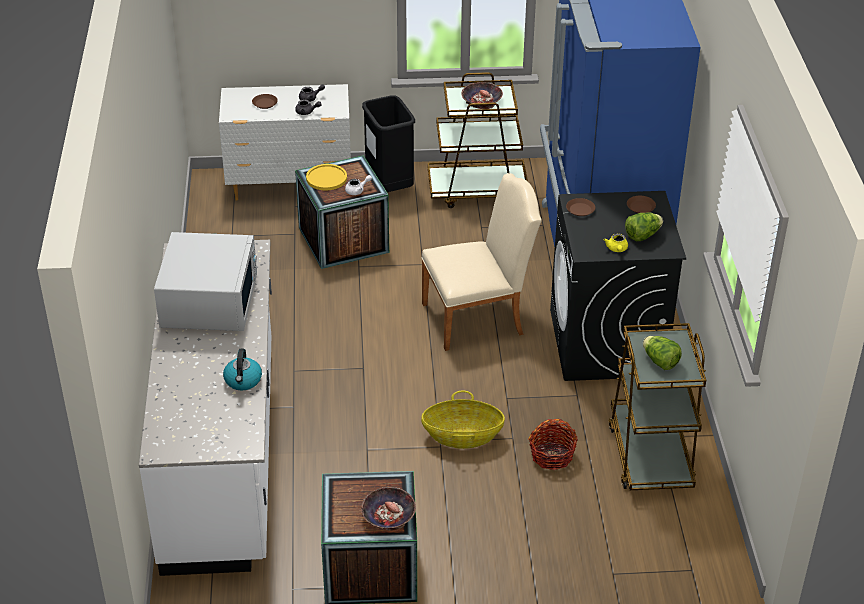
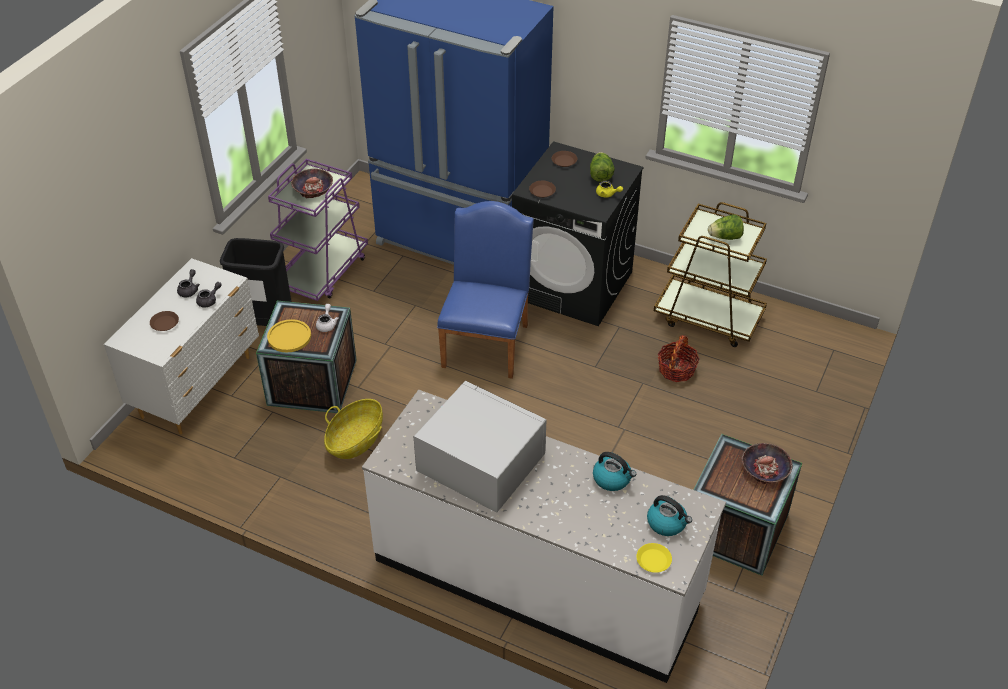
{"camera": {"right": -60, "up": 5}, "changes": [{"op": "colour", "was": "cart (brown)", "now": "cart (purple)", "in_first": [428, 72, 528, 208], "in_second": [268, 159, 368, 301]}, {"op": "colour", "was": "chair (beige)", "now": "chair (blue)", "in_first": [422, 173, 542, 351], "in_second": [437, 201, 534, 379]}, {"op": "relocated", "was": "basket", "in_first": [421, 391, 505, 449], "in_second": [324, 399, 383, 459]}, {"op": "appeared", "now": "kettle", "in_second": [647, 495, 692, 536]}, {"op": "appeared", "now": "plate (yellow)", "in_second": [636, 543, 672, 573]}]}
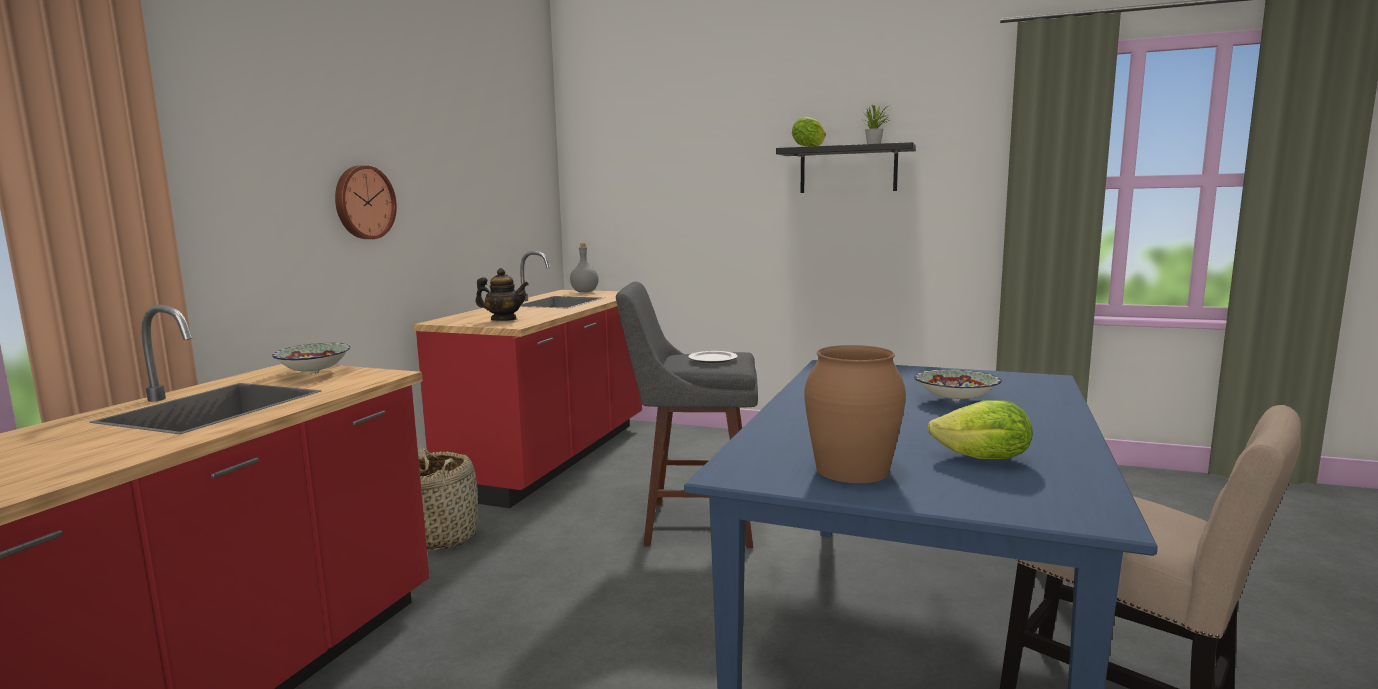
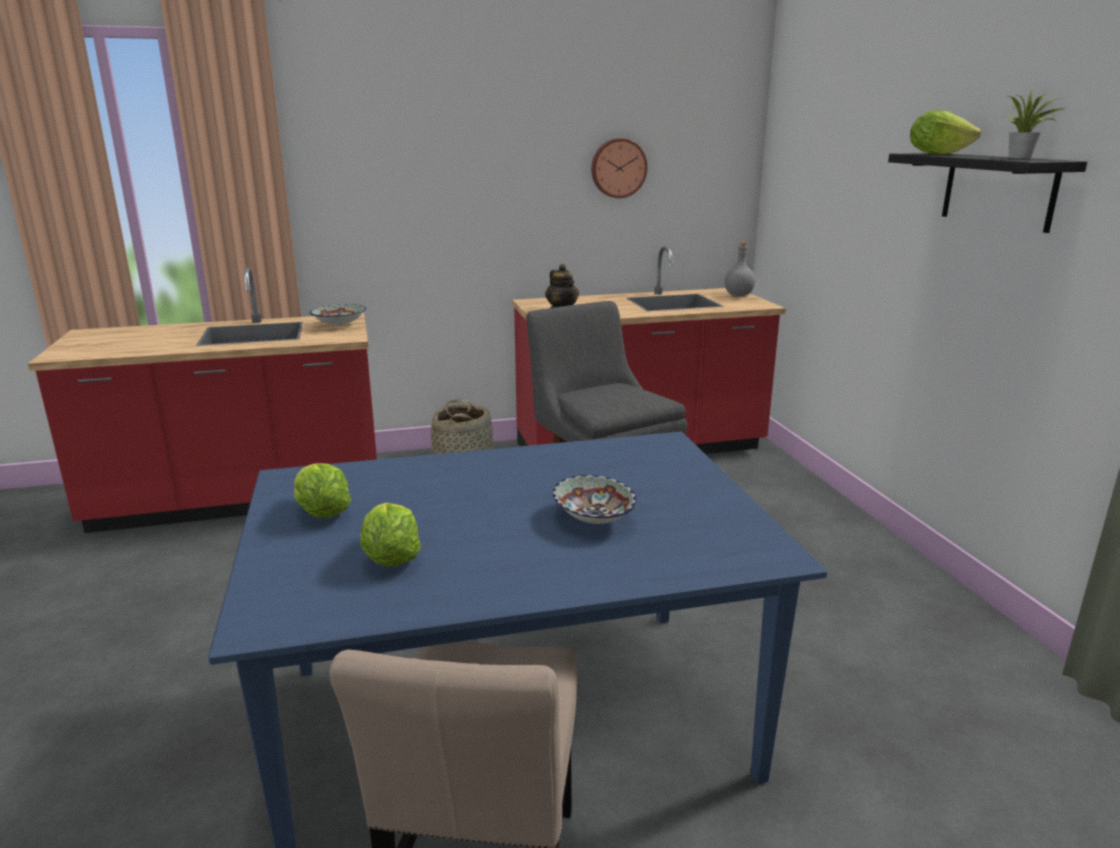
{"camera": {"right": 55, "up": 10}, "changes": [{"op": "relocated", "was": "wall clock", "in_first": [335, 165, 397, 239], "in_second": [591, 138, 647, 198]}, {"op": "exchanged", "was": "vase (brown)", "now": "lettuce", "in_first": [804, 345, 906, 483], "in_second": [294, 463, 351, 519]}, {"op": "missing", "was": "plate", "in_first": [688, 351, 738, 363]}]}
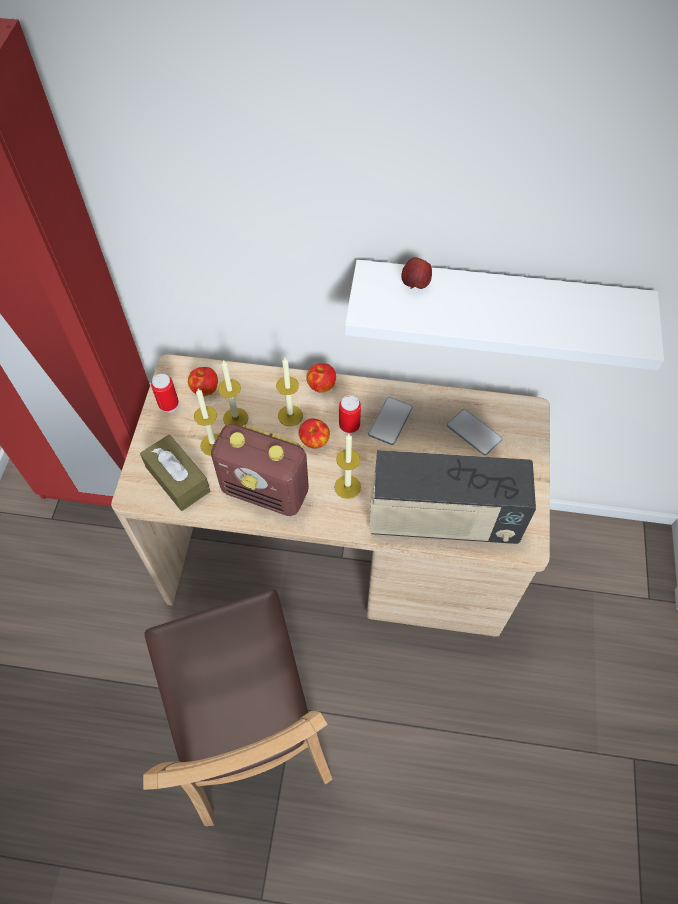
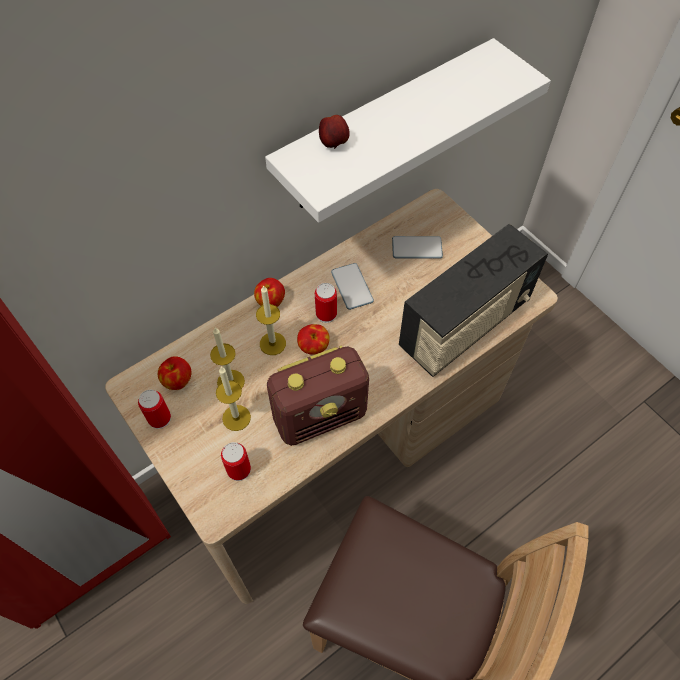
{"camera": {"right": -45, "up": 0}, "changes": [{"op": "missing", "was": "candle", "in_first": [334, 434, 361, 499]}, {"op": "exchanged", "was": "tissue box (brown)", "now": "can", "in_first": [140, 435, 210, 511], "in_second": [221, 442, 251, 481]}]}
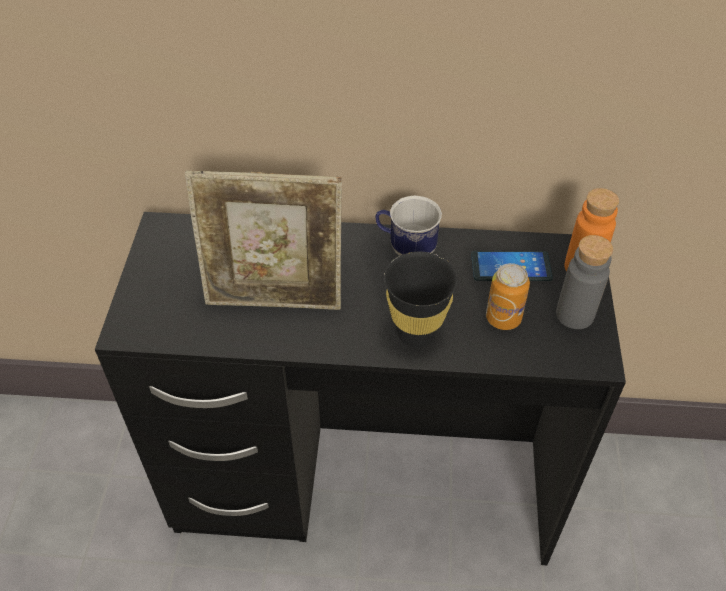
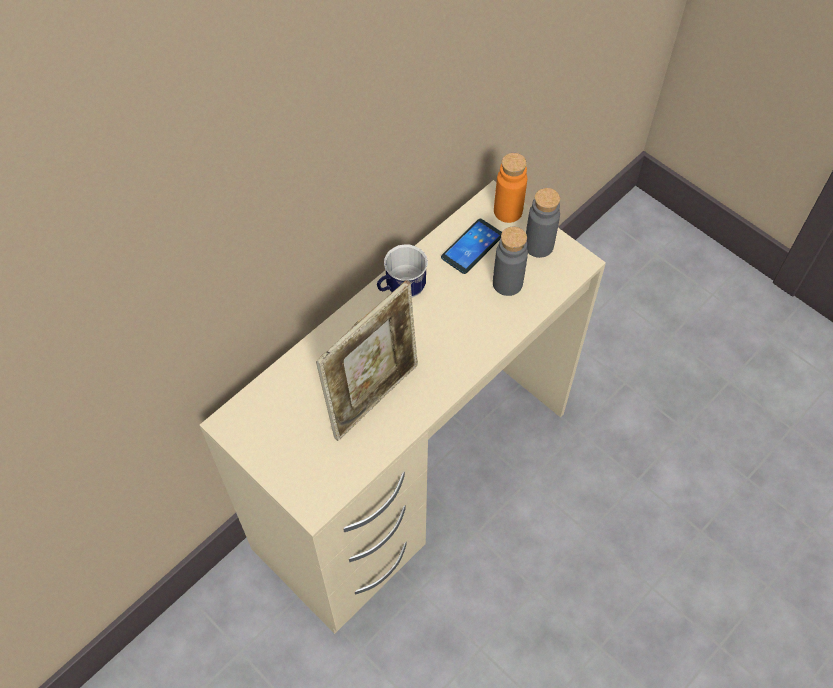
{"camera": {"right": -50, "up": 10}, "changes": [{"op": "colour", "was": "desk (black)", "now": "desk (beige)", "in_first": [95, 212, 626, 565], "in_second": [200, 180, 606, 634]}, {"op": "missing", "was": "cup (black)", "in_first": [384, 251, 458, 347]}, {"op": "exchanged", "was": "can", "now": "bottle (grey)", "in_first": [486, 263, 530, 330], "in_second": [493, 227, 528, 296]}]}
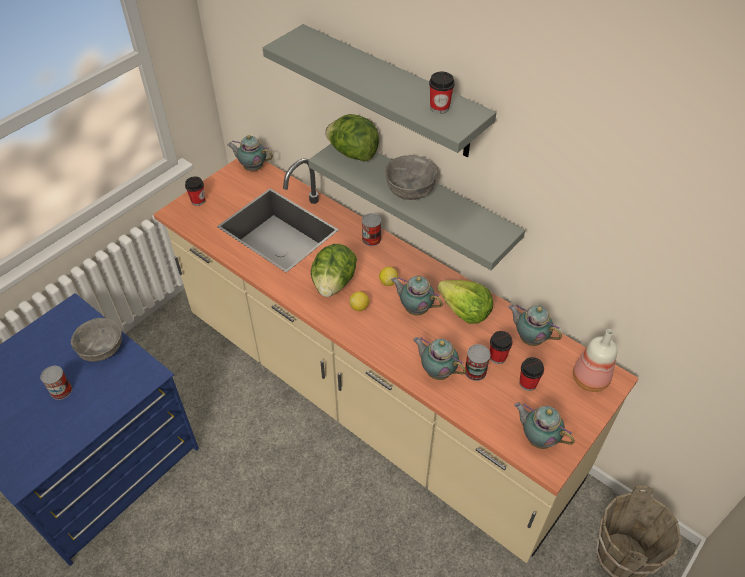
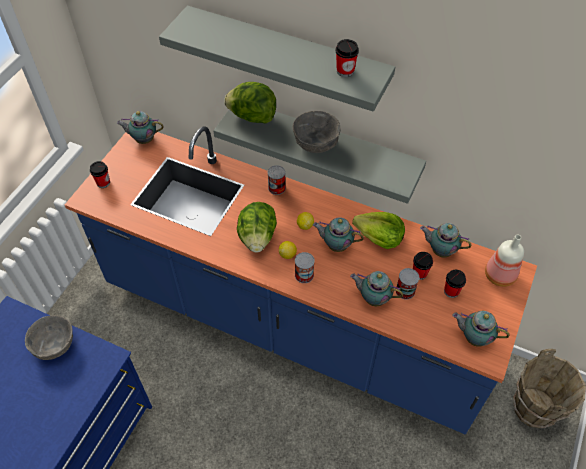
{"camera": {"right": -15, "up": 5}, "changes": [{"op": "colour", "was": "counter (beige)", "now": "counter (blue)", "in_first": [153, 158, 639, 563], "in_second": [65, 126, 537, 434]}, {"op": "relocated", "was": "can", "in_first": [40, 366, 72, 400], "in_second": [295, 252, 315, 283]}]}
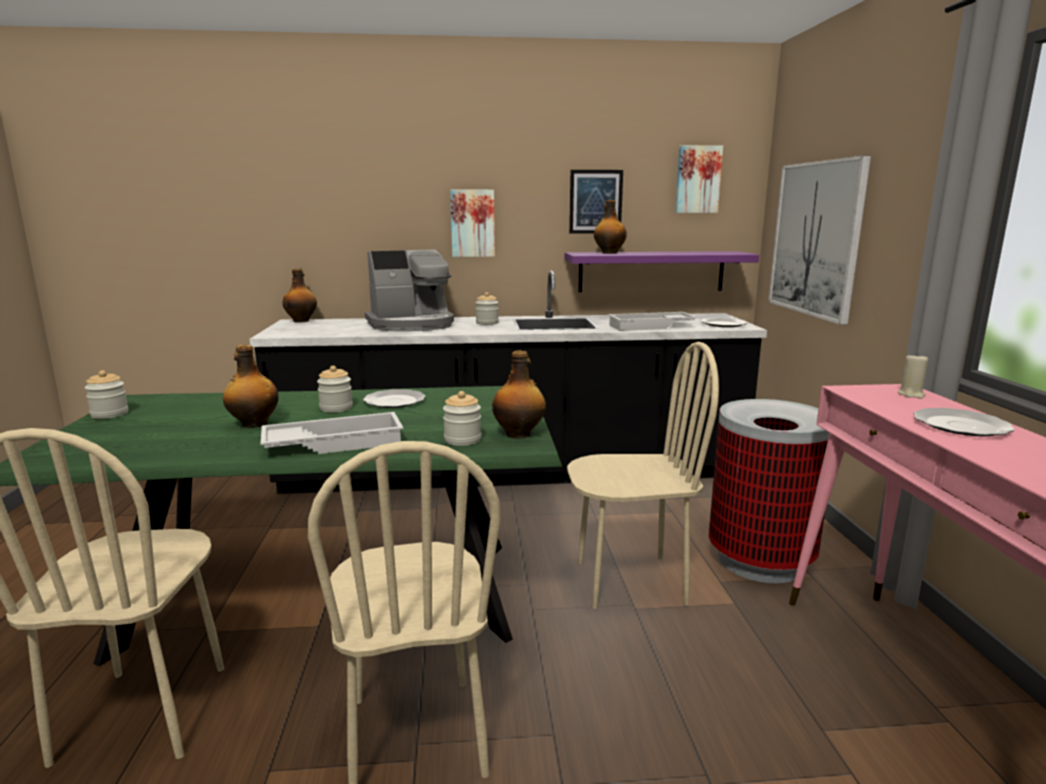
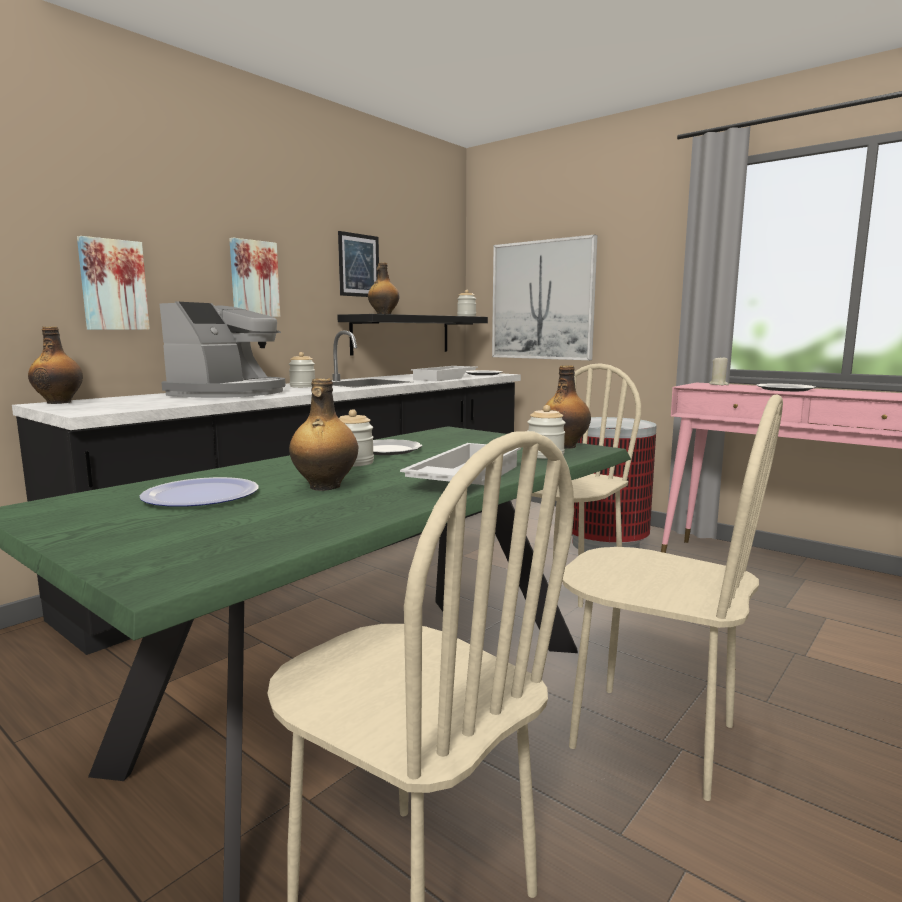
{"camera": {"right": -45, "up": -5}, "changes": [{"op": "relocated", "was": "picture", "in_first": [675, 145, 723, 213], "in_second": [77, 236, 150, 330]}, {"op": "colour", "was": "shelf (purple)", "now": "shelf (black)", "in_first": [565, 251, 759, 292], "in_second": [337, 314, 488, 355]}, {"op": "relocated", "was": "jar", "in_first": [85, 370, 128, 419], "in_second": [457, 290, 476, 316]}, {"op": "appeared", "now": "plate", "in_second": [139, 477, 259, 507]}]}
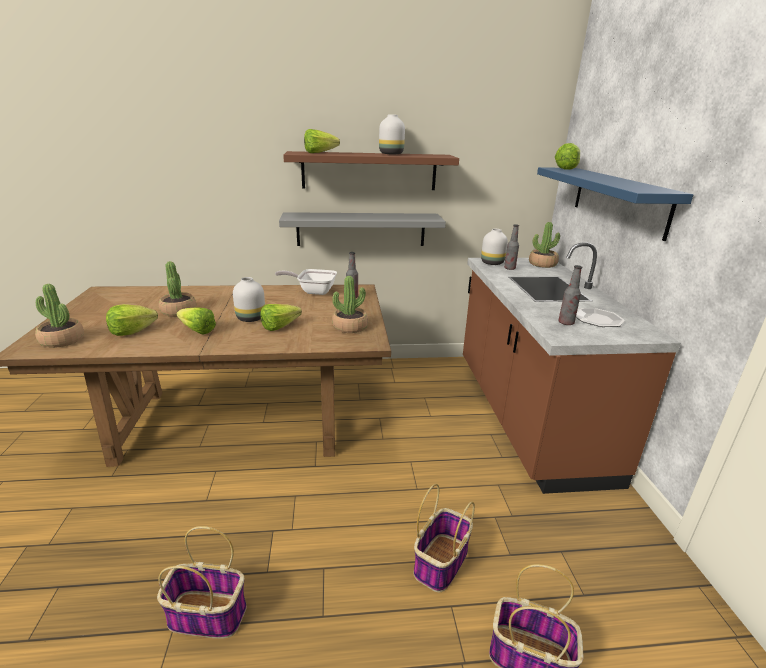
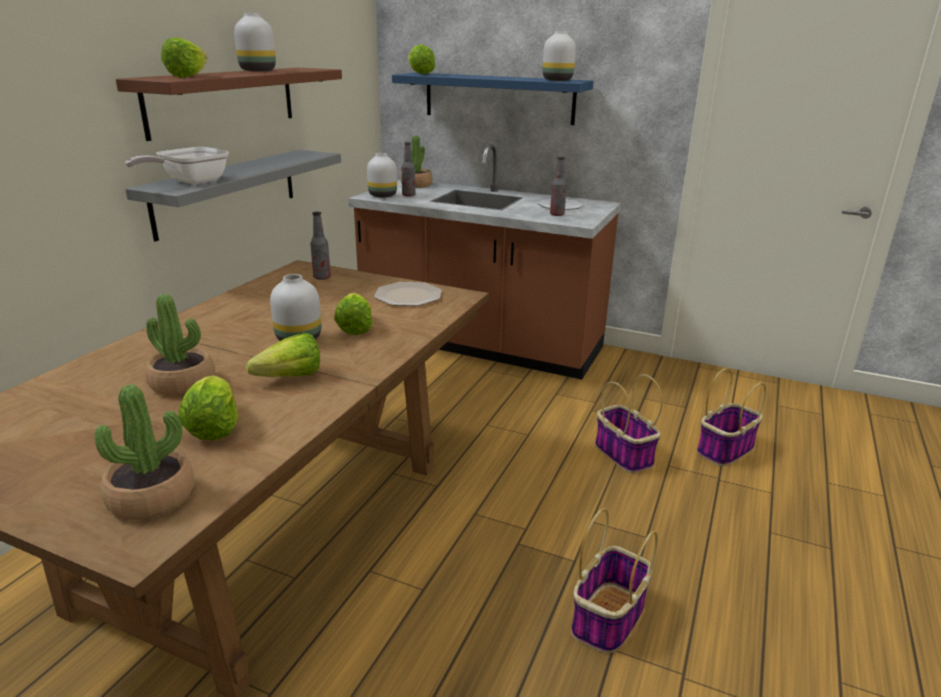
{"camera": {"right": -60, "up": 0}, "changes": [{"op": "relocated", "was": "frying pan", "in_first": [275, 269, 337, 295], "in_second": [125, 147, 229, 184]}, {"op": "exchanged", "was": "potted plant", "now": "plate", "in_first": [332, 276, 368, 333], "in_second": [374, 282, 442, 306]}, {"op": "appeared", "now": "vase (white)", "in_second": [543, 31, 576, 81]}]}
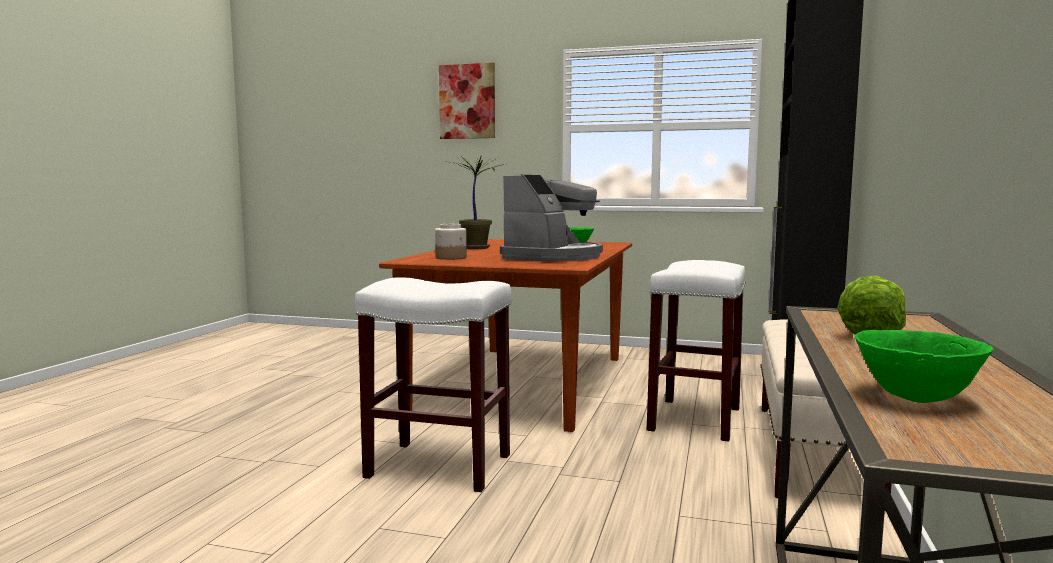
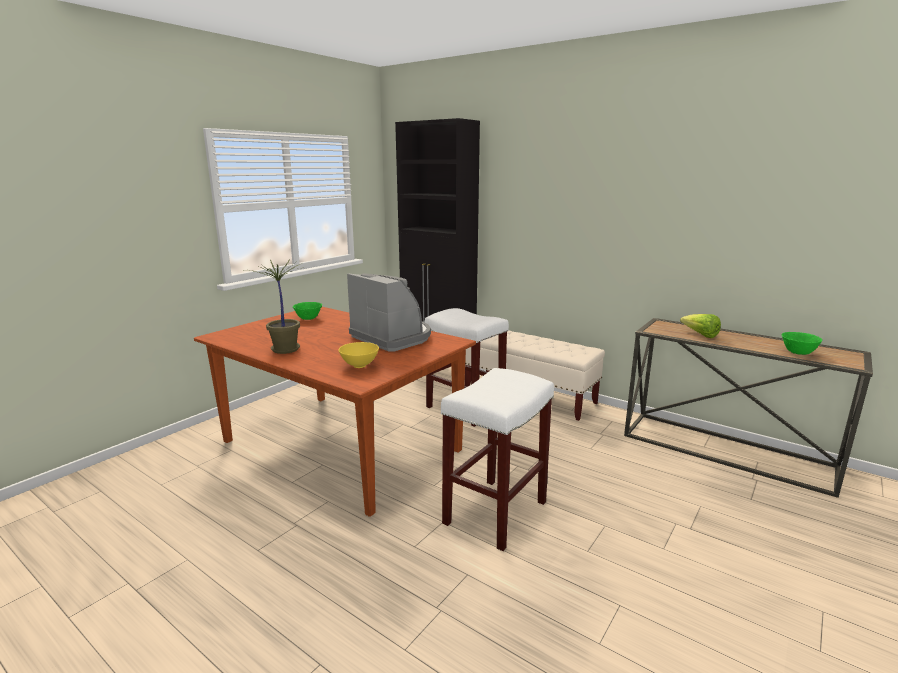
{"camera": {"right": -70, "up": 10}, "changes": [{"op": "missing", "was": "picture", "in_first": [439, 63, 495, 139]}, {"op": "exchanged", "was": "jar", "now": "bowl (yellow)", "in_first": [435, 224, 467, 260], "in_second": [338, 342, 379, 368]}]}
